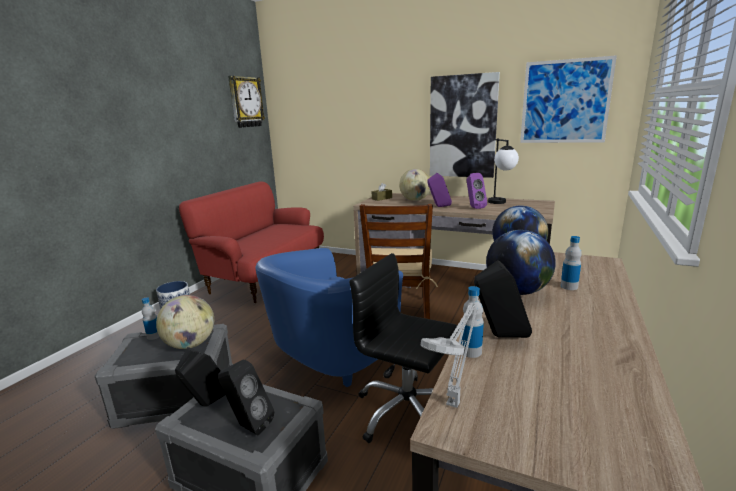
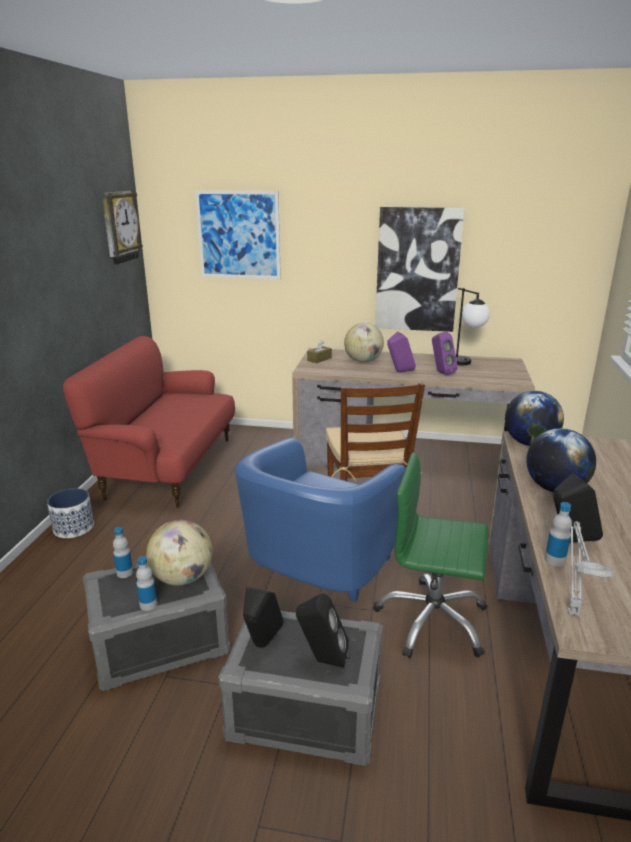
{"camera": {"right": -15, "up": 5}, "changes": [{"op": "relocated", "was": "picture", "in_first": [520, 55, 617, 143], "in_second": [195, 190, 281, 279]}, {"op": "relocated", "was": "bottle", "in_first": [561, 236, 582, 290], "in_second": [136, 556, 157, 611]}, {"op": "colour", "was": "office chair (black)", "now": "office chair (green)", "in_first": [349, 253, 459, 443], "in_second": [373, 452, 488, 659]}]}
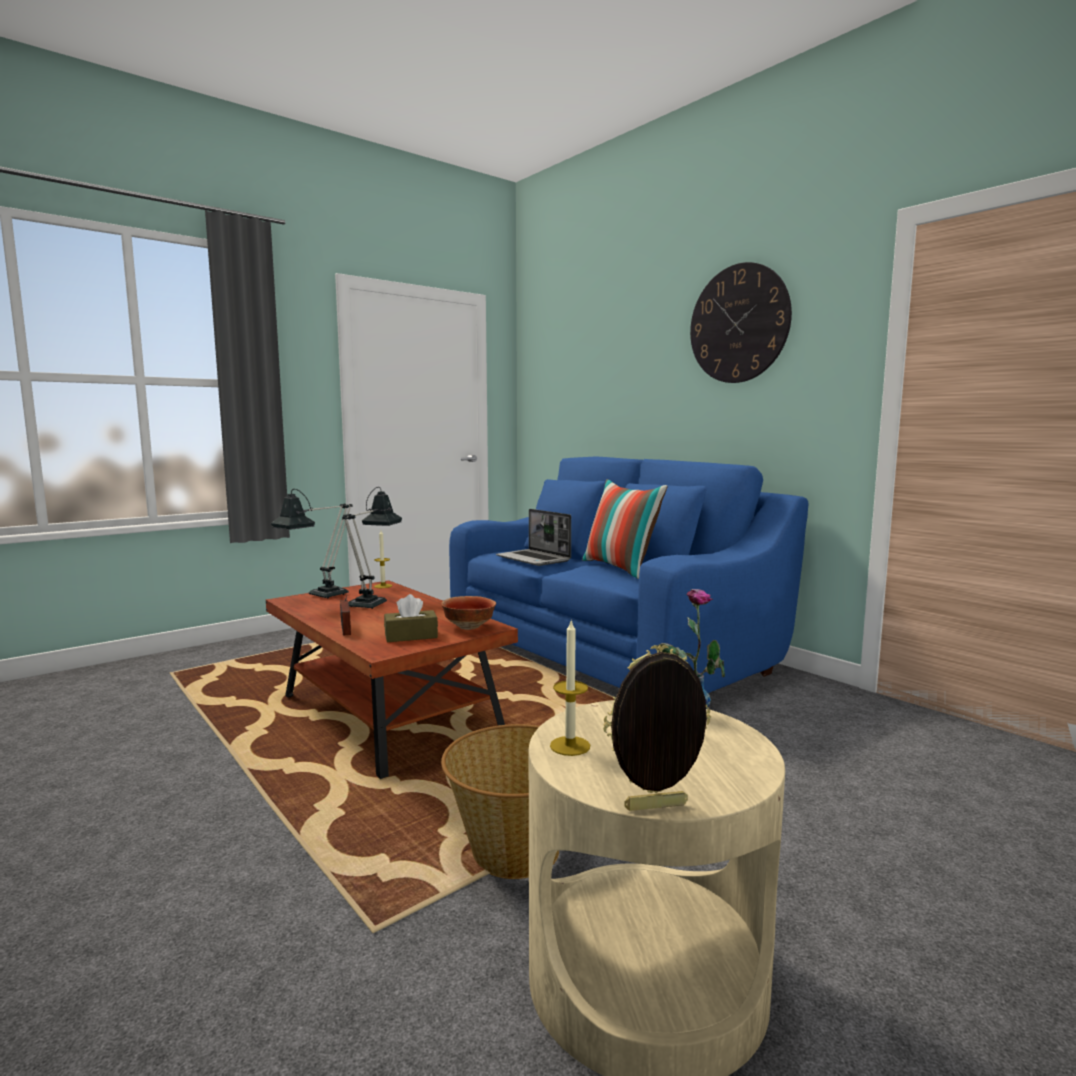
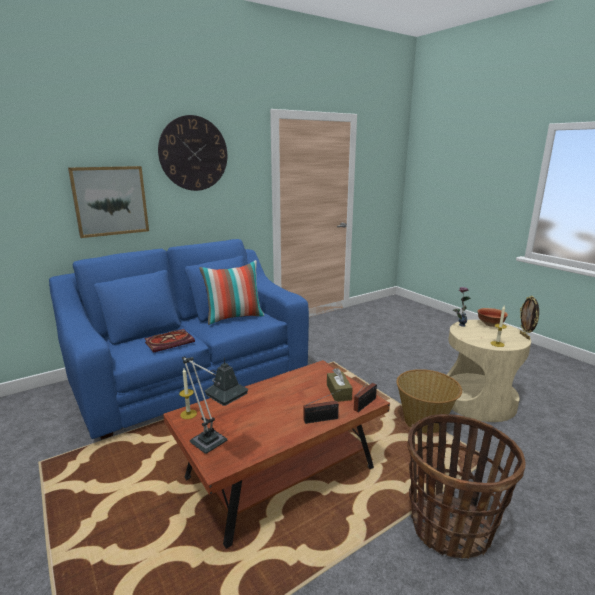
{"camera": {"right": -85, "up": 10}, "changes": [{"op": "missing", "was": "table lamp", "in_first": [342, 487, 402, 609]}, {"op": "exchanged", "was": "laptop", "now": "book", "in_first": [496, 509, 571, 566], "in_second": [144, 329, 195, 353]}, {"op": "relocated", "was": "bowl", "in_first": [441, 596, 496, 630], "in_second": [478, 308, 508, 327]}, {"op": "appeared", "now": "picture", "in_second": [68, 166, 149, 238]}, {"op": "appeared", "now": "radio", "in_second": [354, 373, 377, 412]}, {"op": "appeared", "now": "basket", "in_second": [407, 414, 526, 559]}]}
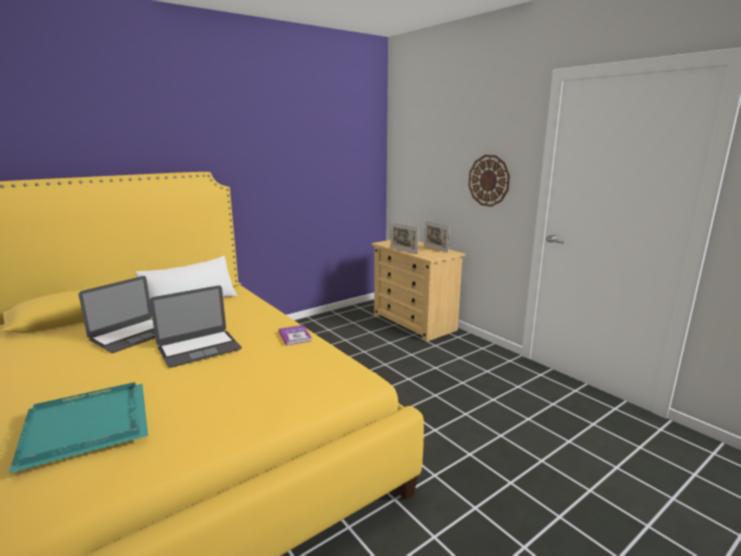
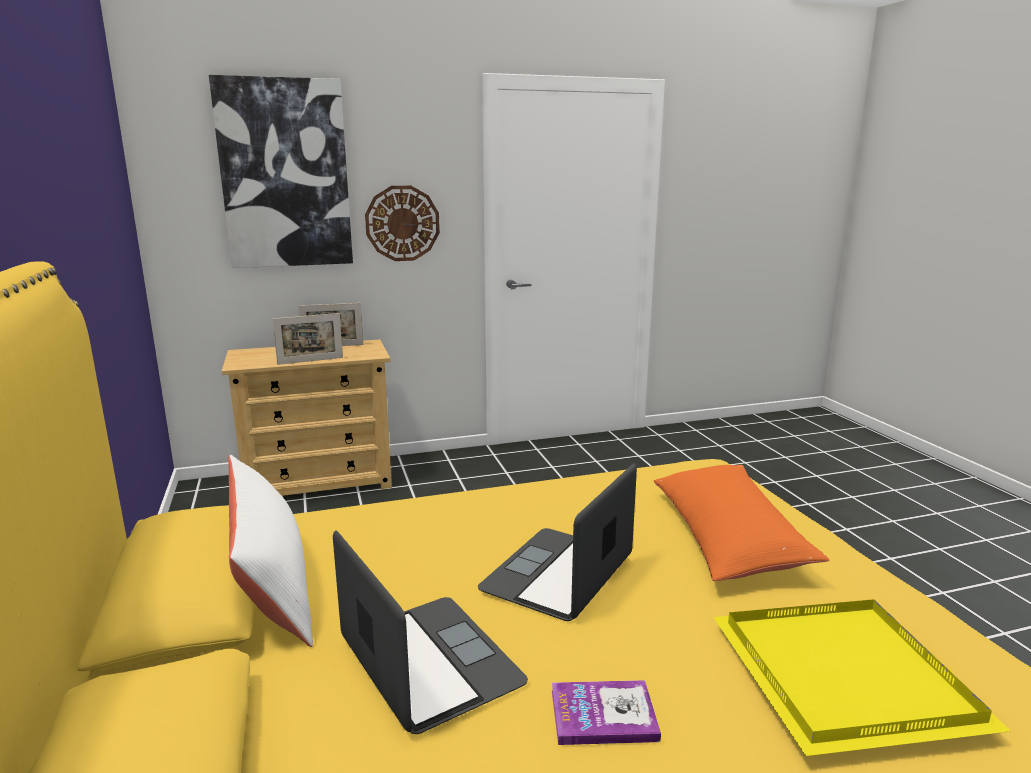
{"camera": {"right": -70, "up": 0}, "changes": [{"op": "spun", "was": "laptop", "in_first": [150, 285, 242, 368], "in_second": [478, 464, 637, 621], "clockwise": -135}, {"op": "relocated", "was": "book", "in_first": [279, 325, 312, 346], "in_second": [552, 680, 661, 745]}, {"op": "colour", "was": "tray (turquoise)", "now": "tray (yellow)", "in_first": [9, 382, 148, 473], "in_second": [713, 599, 1011, 756]}, {"op": "appeared", "now": "picture", "in_second": [209, 75, 353, 268]}, {"op": "appeared", "now": "pillow (orange)", "in_second": [654, 465, 829, 581]}]}
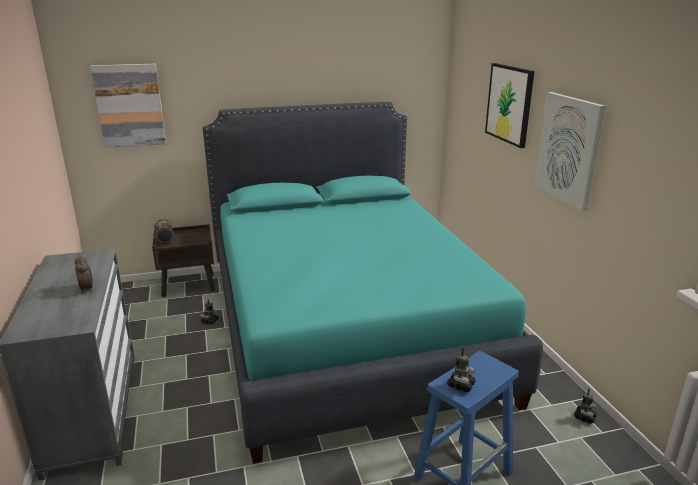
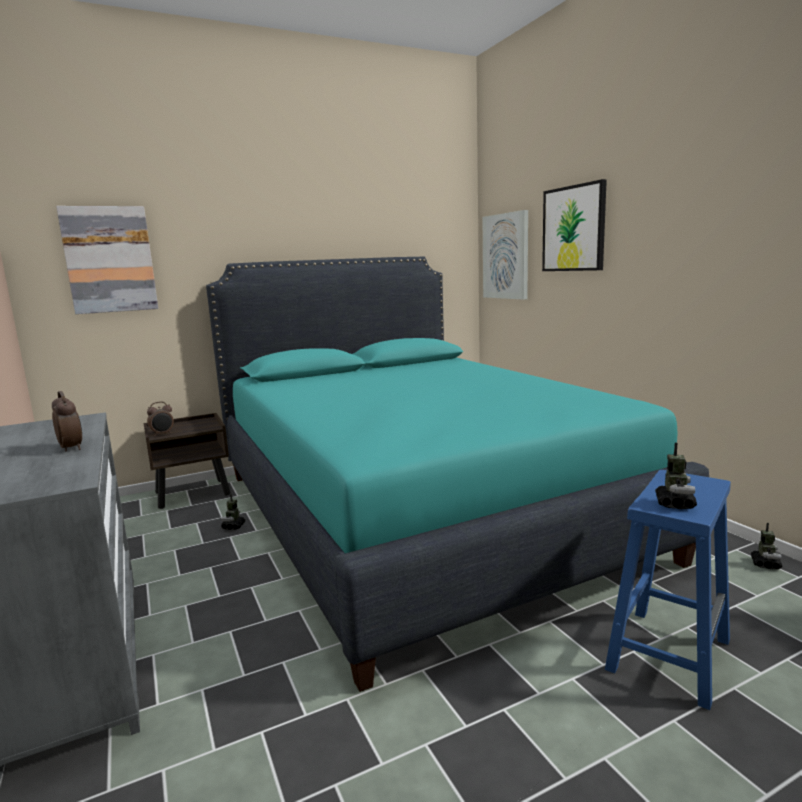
{"camera": {"right": -10, "up": -10}, "changes": [{"op": "relocated", "was": "picture", "in_first": [534, 92, 606, 211], "in_second": [483, 210, 528, 300]}]}
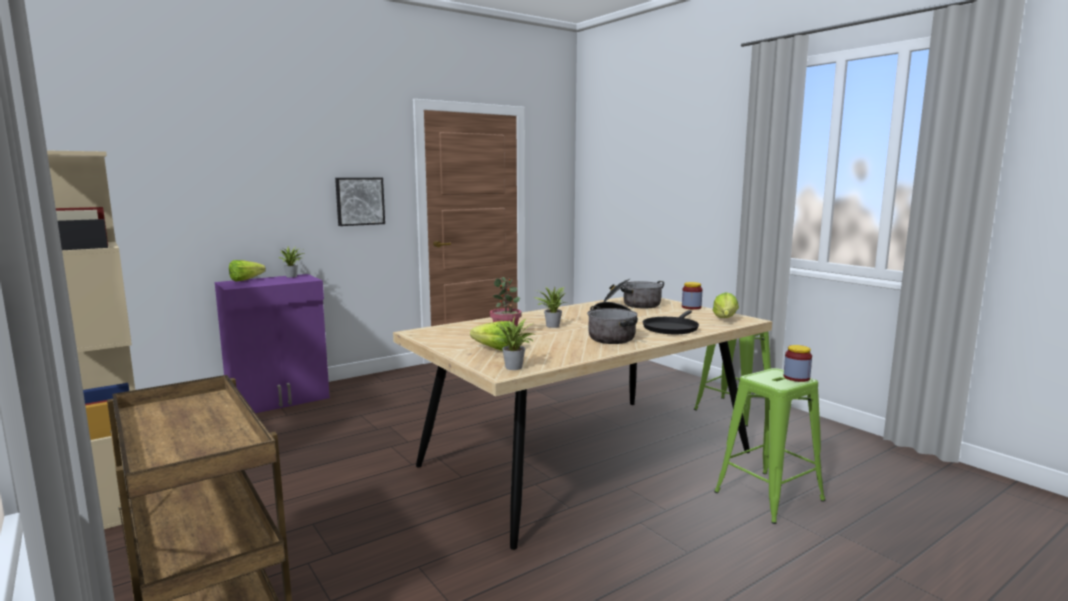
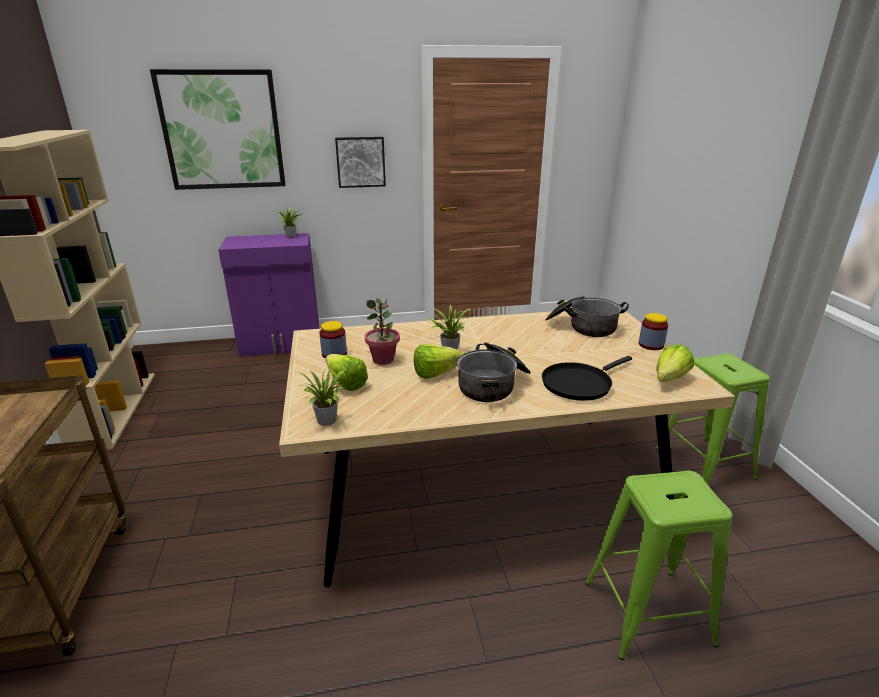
{"camera": {"right": 25, "up": 15}, "changes": [{"op": "relocated", "was": "lettuce", "in_first": [229, 260, 266, 281], "in_second": [414, 344, 465, 379]}, {"op": "relocated", "was": "jar", "in_first": [784, 345, 812, 382], "in_second": [319, 321, 347, 358]}, {"op": "appeared", "now": "picture", "in_second": [150, 69, 286, 190]}]}
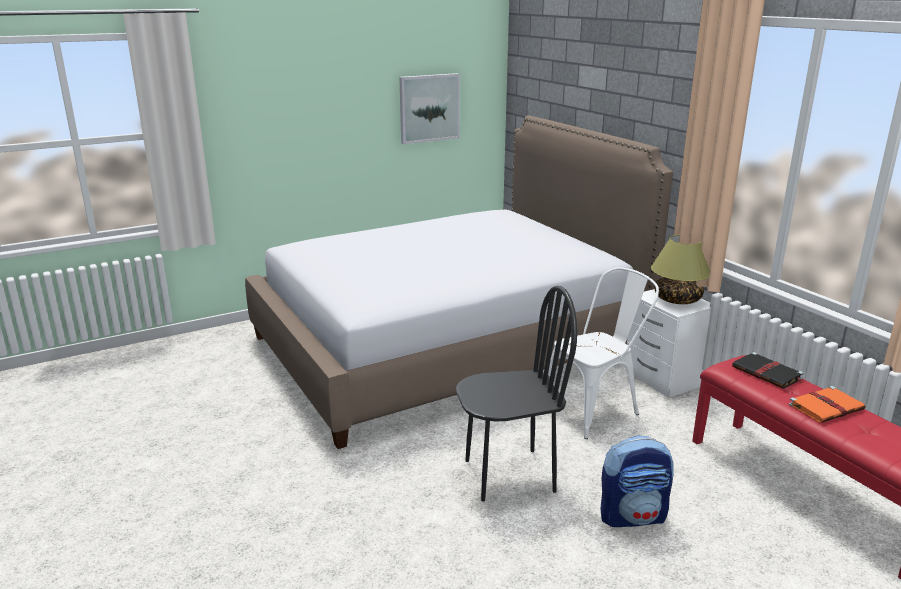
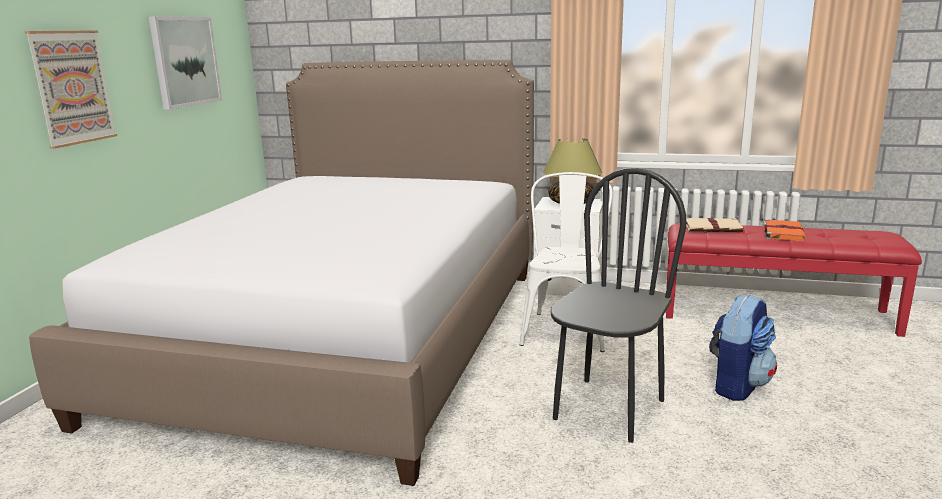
{"camera": {"right": -45, "up": -5}, "changes": [{"op": "colour", "was": "book (black)", "now": "book (beige)", "in_first": [732, 352, 804, 389], "in_second": [686, 217, 743, 232]}, {"op": "appeared", "now": "picture", "in_second": [25, 30, 117, 149]}]}
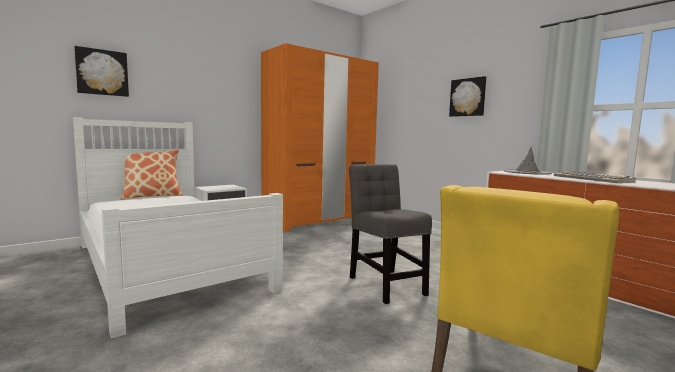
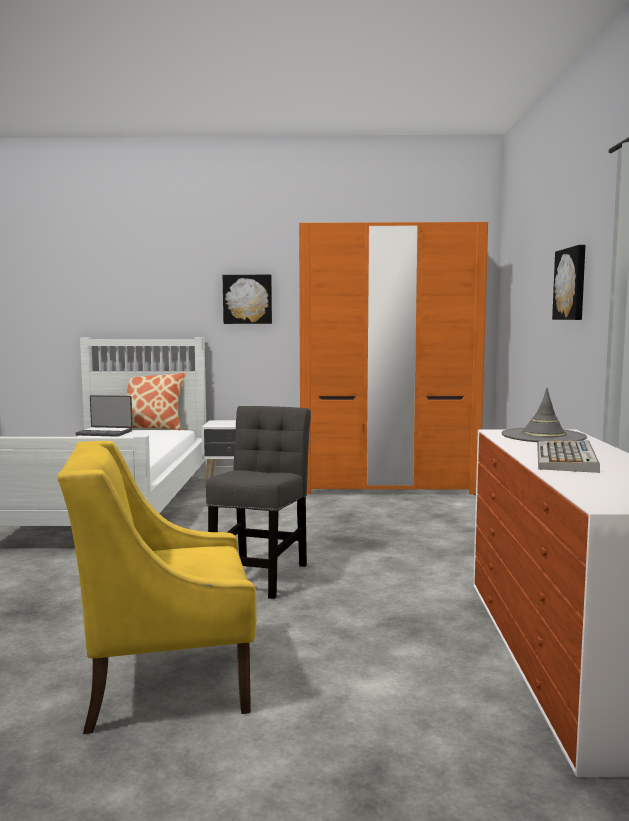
{"camera": {"right": 40, "up": 0}, "changes": [{"op": "relocated", "was": "picture", "in_first": [74, 46, 129, 97], "in_second": [223, 275, 272, 324]}, {"op": "appeared", "now": "laptop", "in_second": [75, 395, 133, 437]}]}
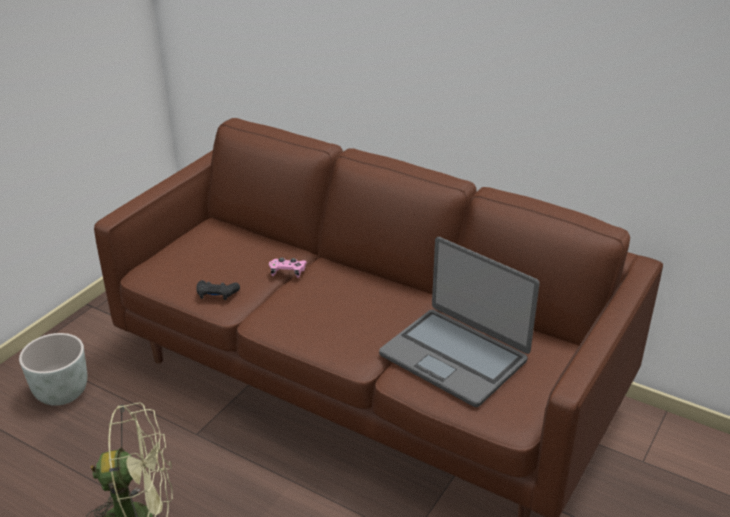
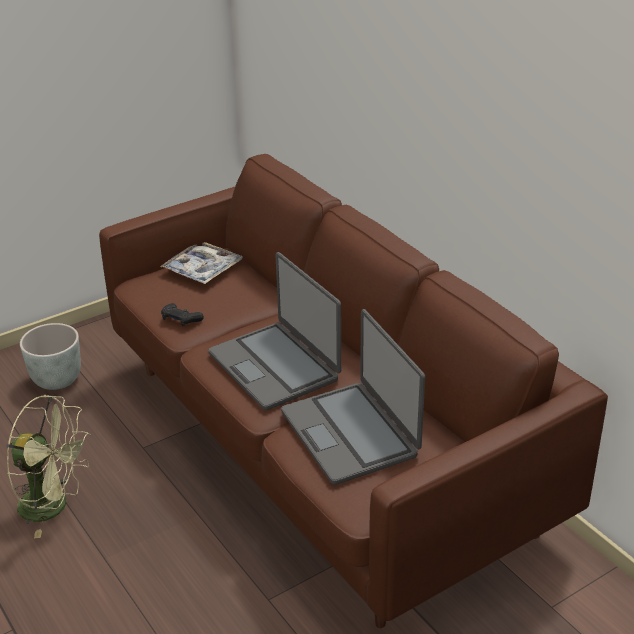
{"camera": {"right": 25, "up": 0}, "changes": [{"op": "missing", "was": "game controller (pink)", "in_first": [269, 258, 307, 278]}, {"op": "appeared", "now": "tray", "in_second": [160, 242, 243, 284]}, {"op": "appeared", "now": "laptop", "in_second": [209, 252, 341, 410]}]}
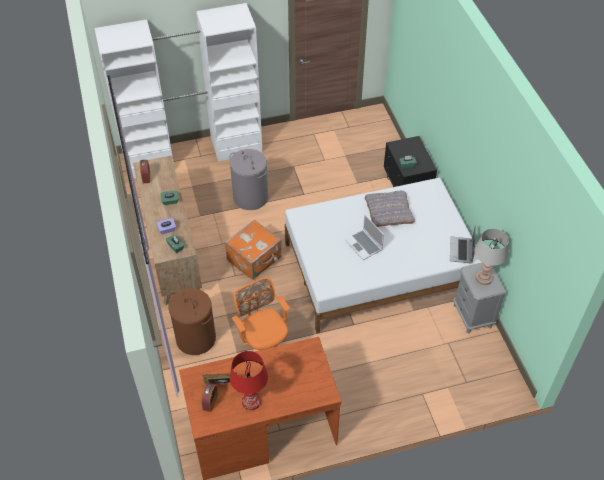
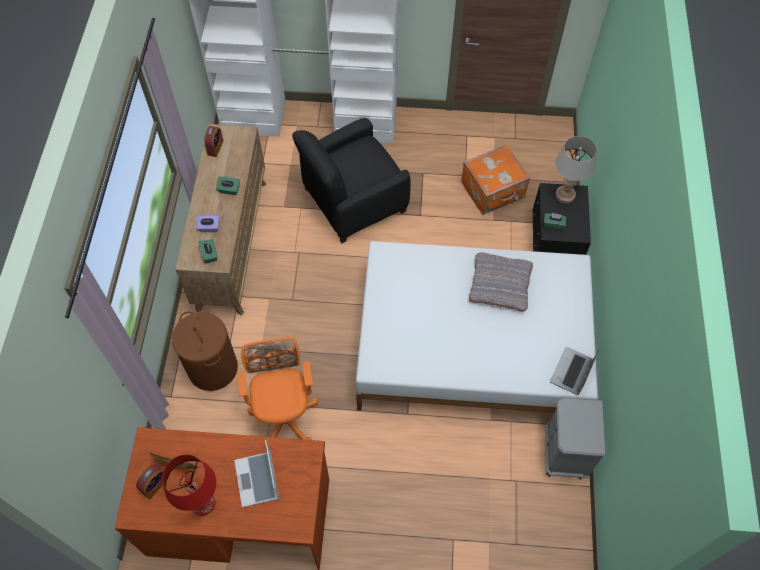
{"camera": {"right": 20, "up": 10}, "changes": [{"op": "exchanged", "was": "laundry basket (grey)", "now": "armchair (black)", "in_first": [229, 149, 268, 210], "in_second": [292, 118, 411, 243]}, {"op": "relocated", "was": "laptop", "in_first": [345, 214, 384, 260], "in_second": [234, 440, 279, 508]}, {"op": "relocated", "was": "suitcase (orange)", "in_first": [225, 219, 282, 280], "in_second": [461, 144, 530, 215]}, {"op": "relocated", "was": "table lamp (grey)", "in_first": [474, 229, 509, 285], "in_second": [555, 136, 597, 203]}]}
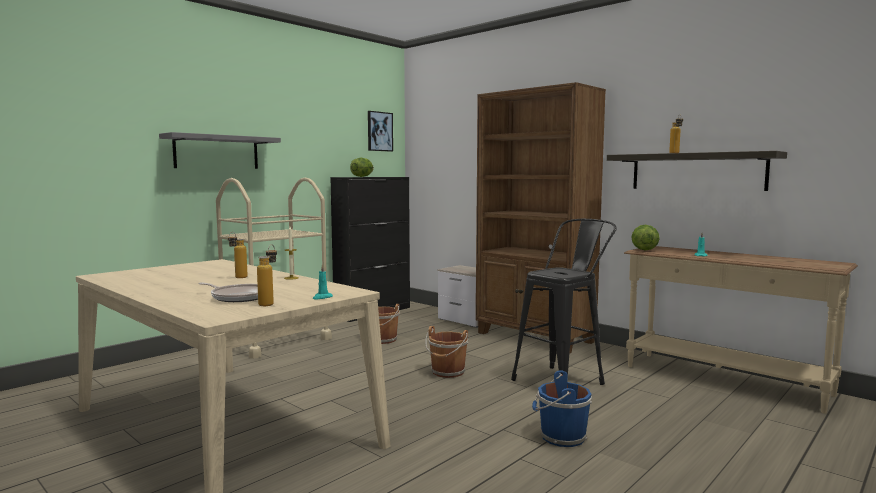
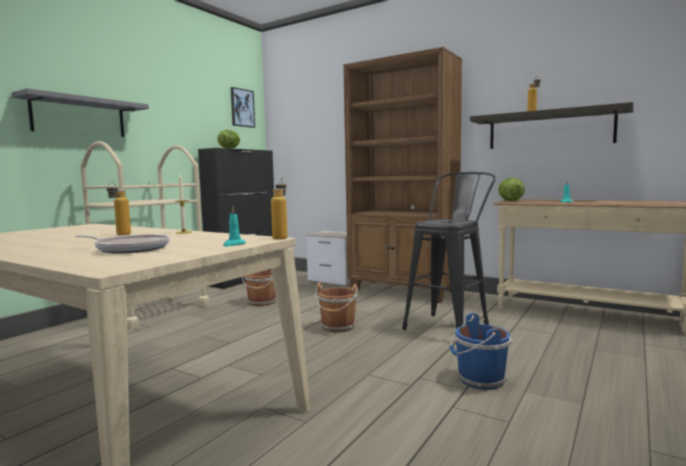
{"camera": {"right": -10, "up": 0}, "changes": [{"op": "relocated", "was": "bottle", "in_first": [257, 244, 277, 306], "in_second": [271, 178, 287, 240]}]}
